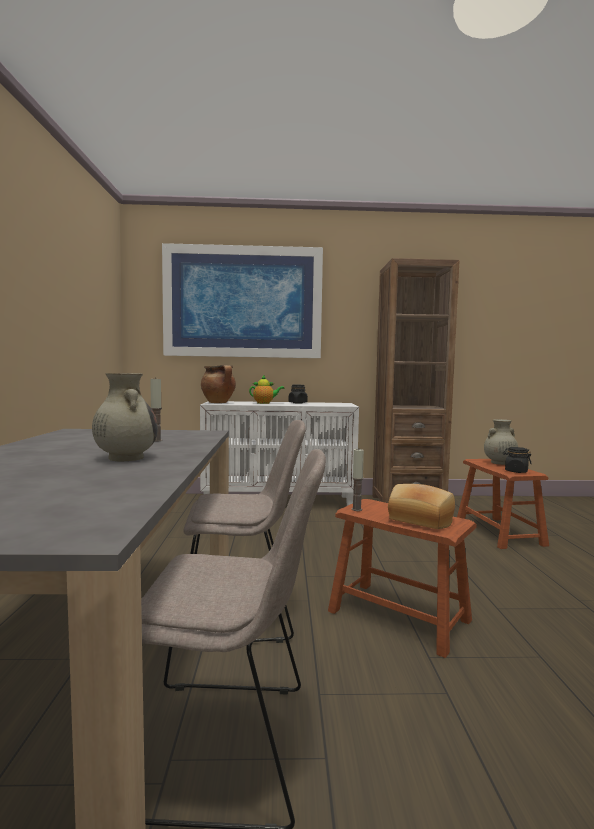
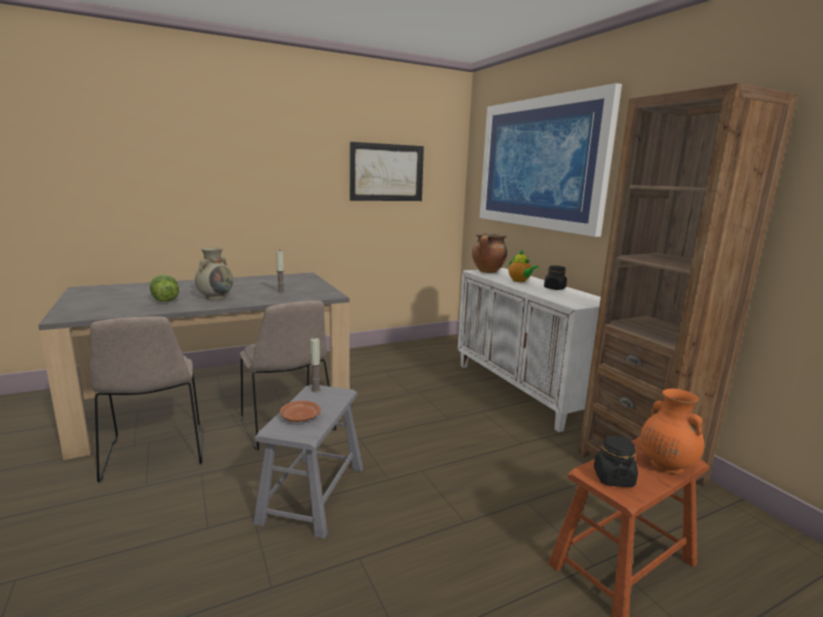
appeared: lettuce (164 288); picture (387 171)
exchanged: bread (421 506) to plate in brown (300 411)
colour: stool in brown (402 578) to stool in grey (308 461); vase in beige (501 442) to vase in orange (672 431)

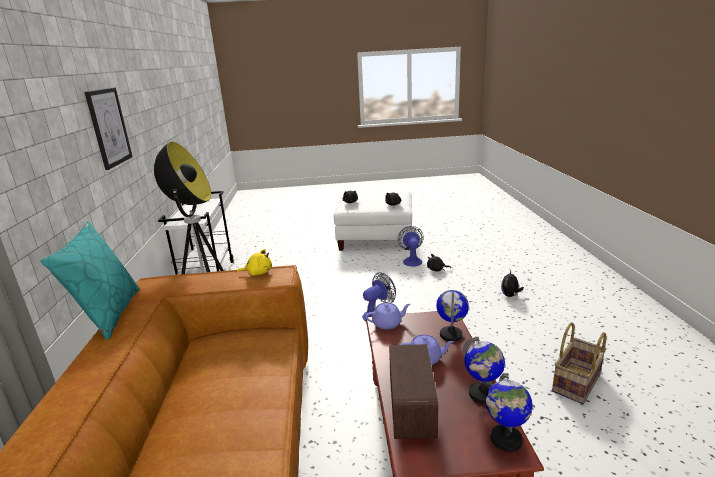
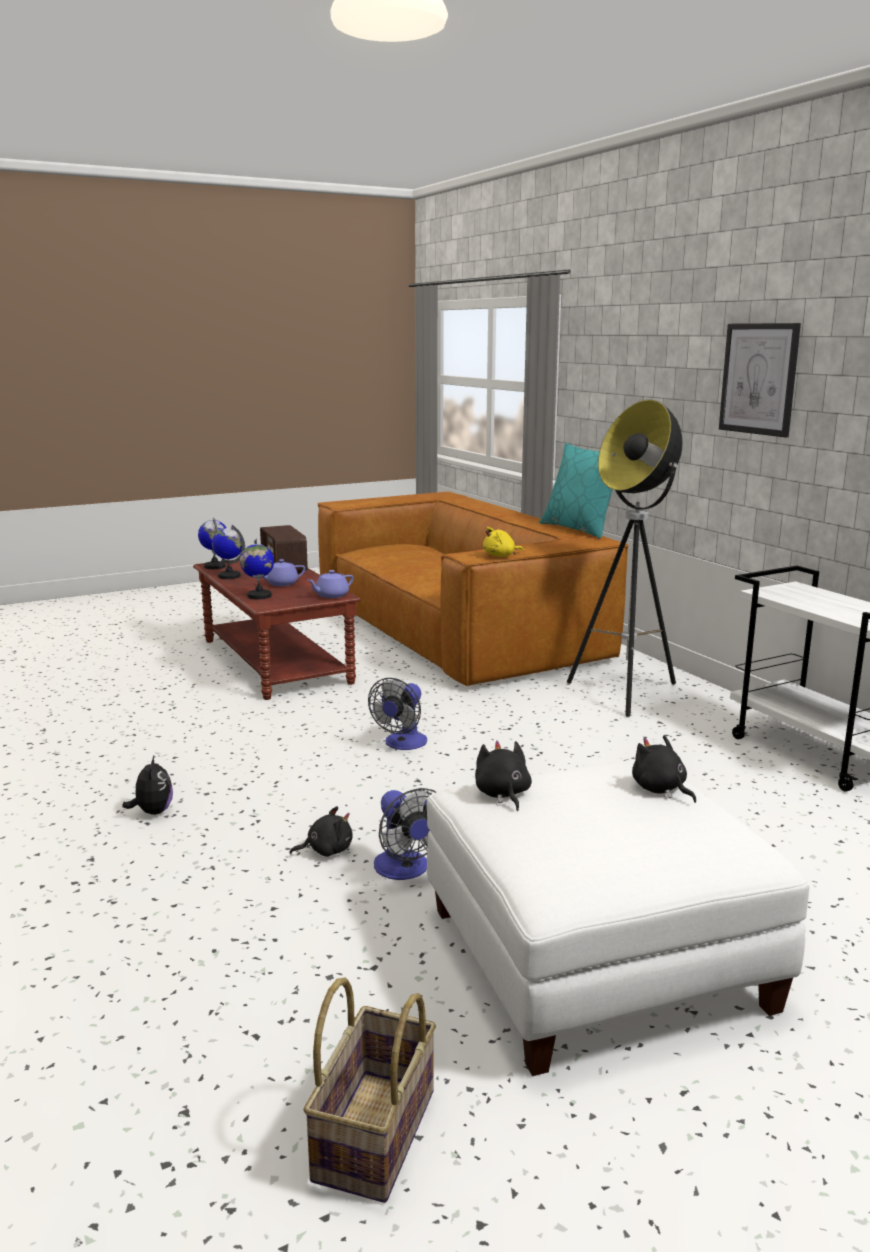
relocated: basket (579 363) to (369 1090)

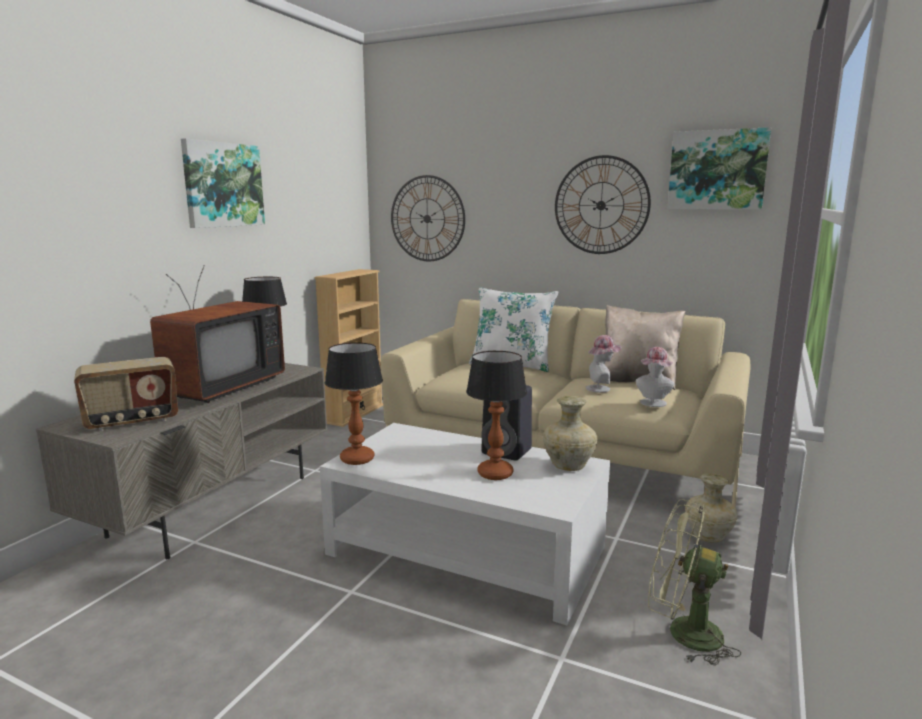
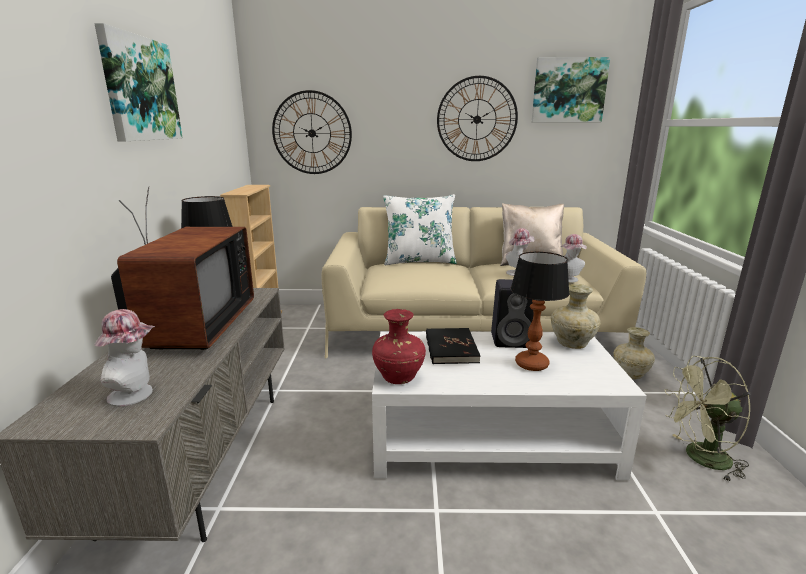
appeared: book in black (453 346)
exchanged: radio (126 394) to hat (124 357); table lamp (354 403) to vase in red (399 346)

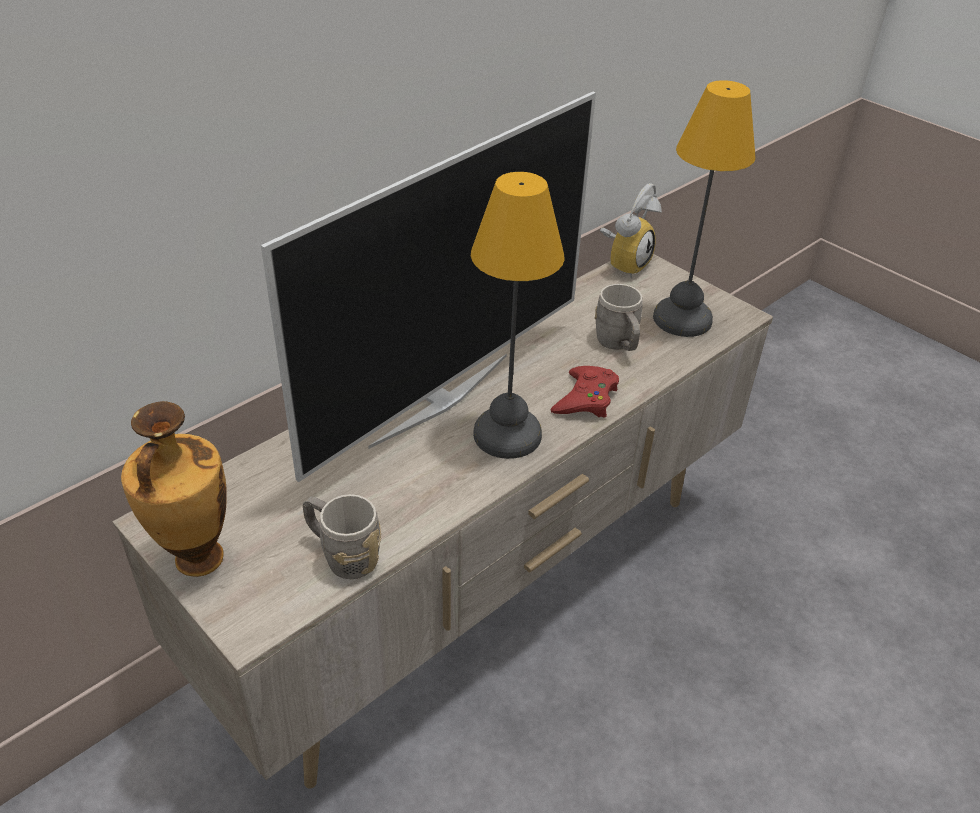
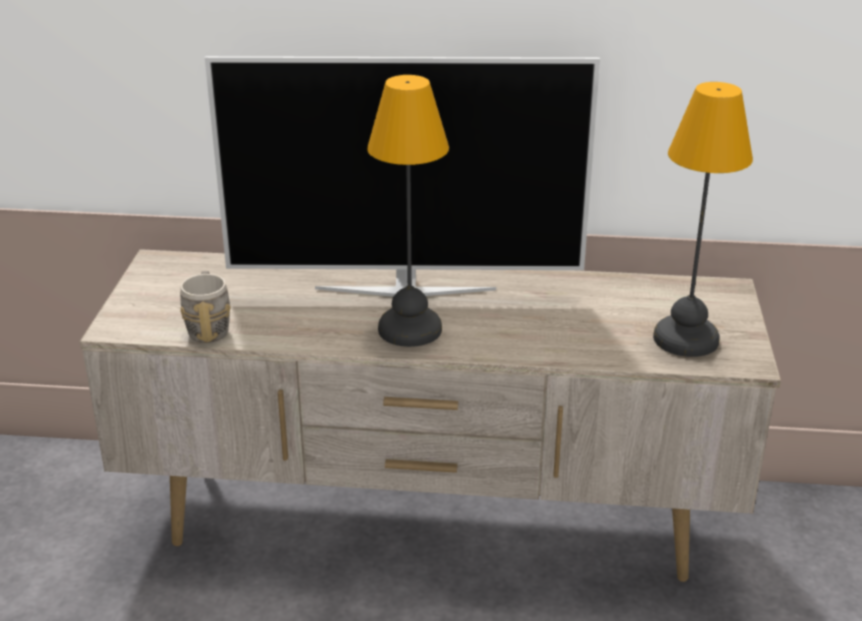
missing: vase (174 489); game controller in red (585 392); mug in grey (618 317); alarm clock (631 230)

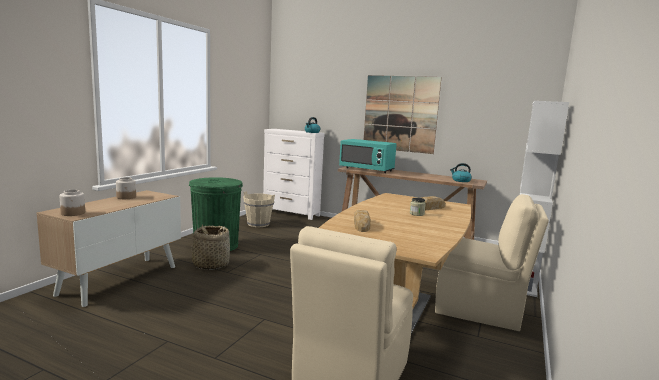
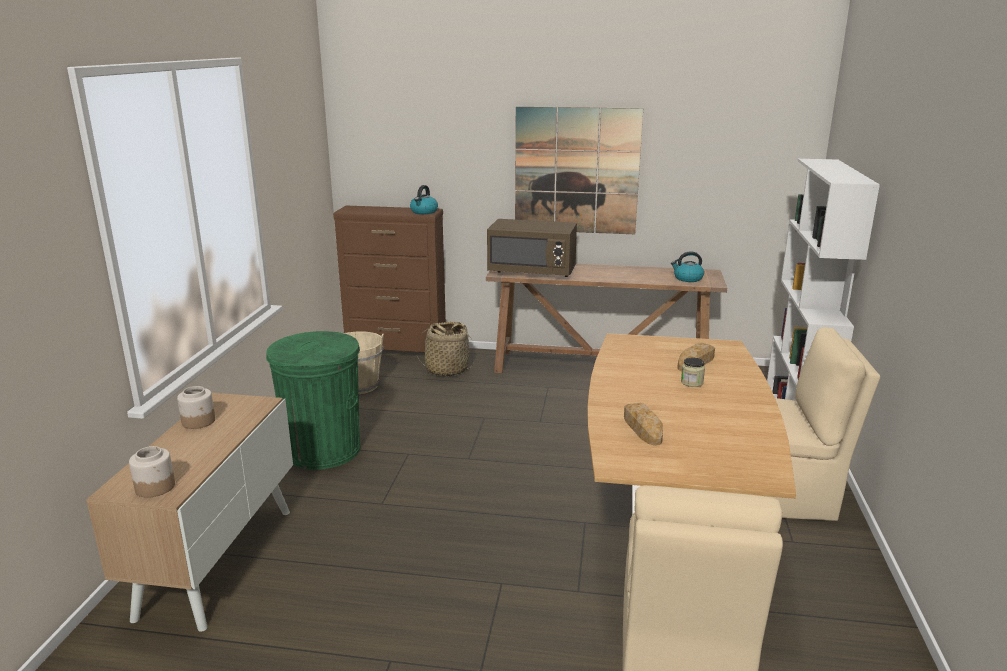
relocated: basket (210 247) to (444 349)
colour: dresser in white (294 174) to dresser in brown (389 279); microwave in turquoise (368 156) to microwave in brown (532 248)

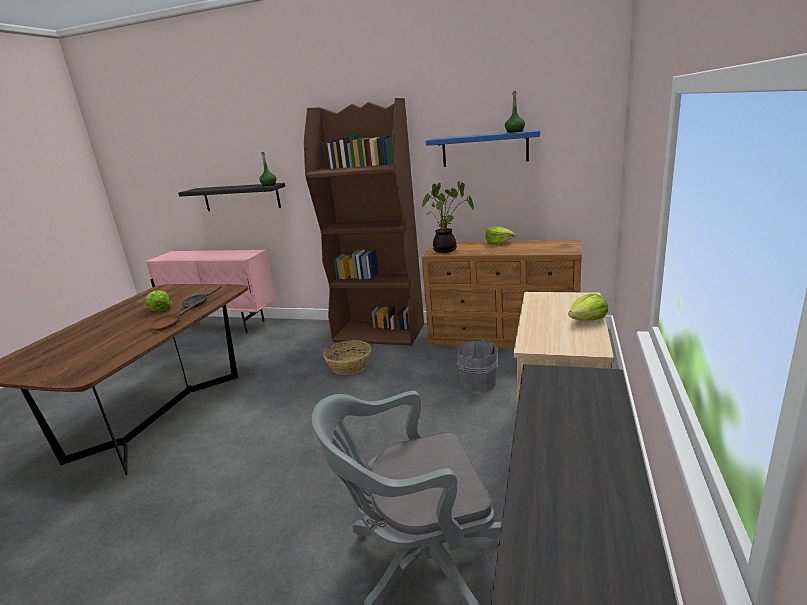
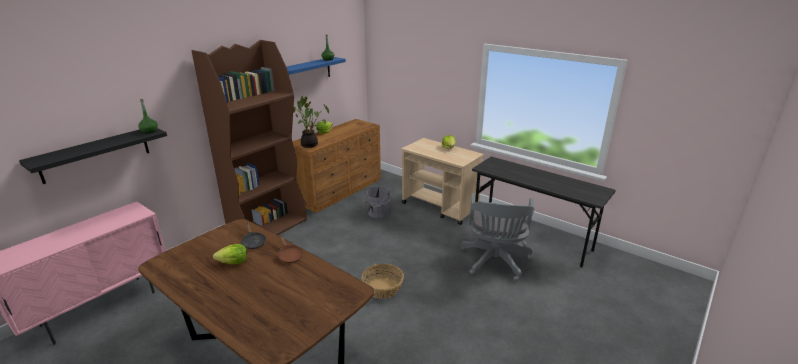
relocated: basket (347 357) to (382 281)

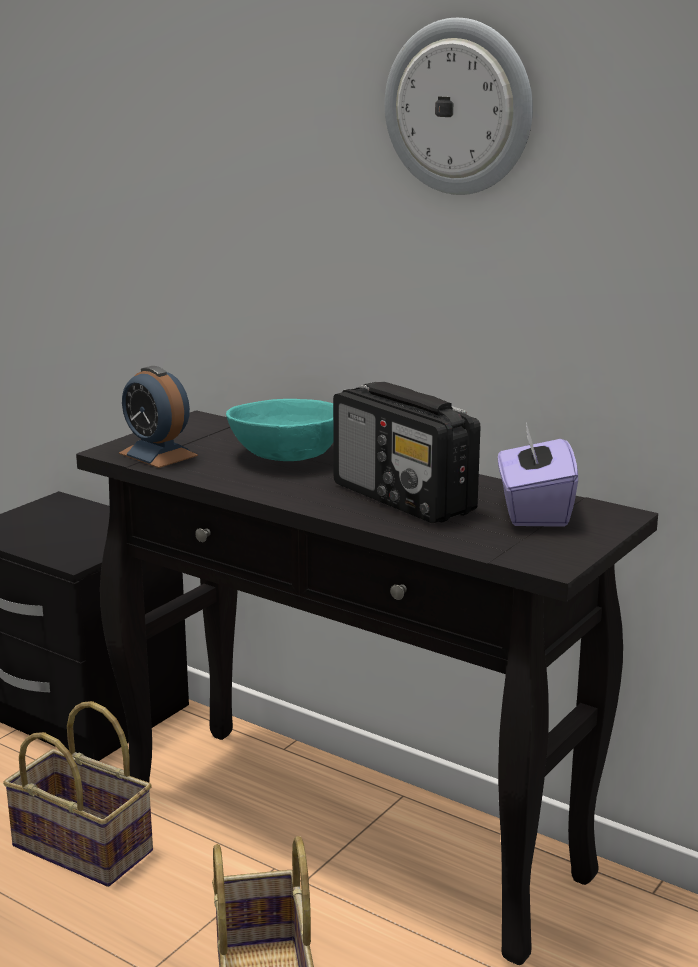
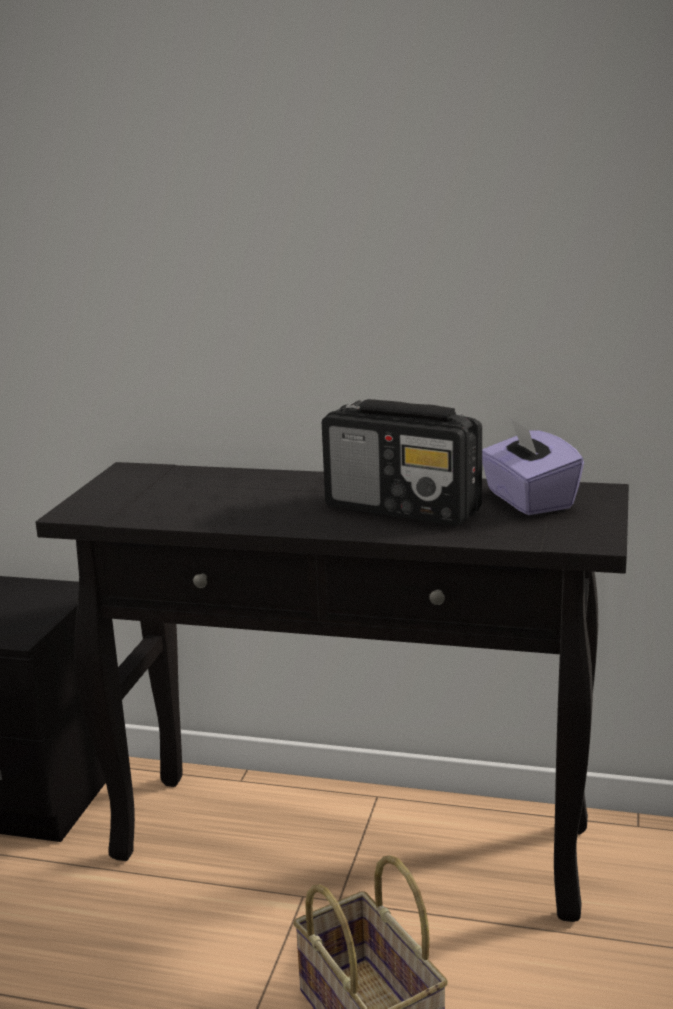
missing: basket (78 794); alarm clock (158 417); bowl in turquoise (279 430); wall clock (459 106)

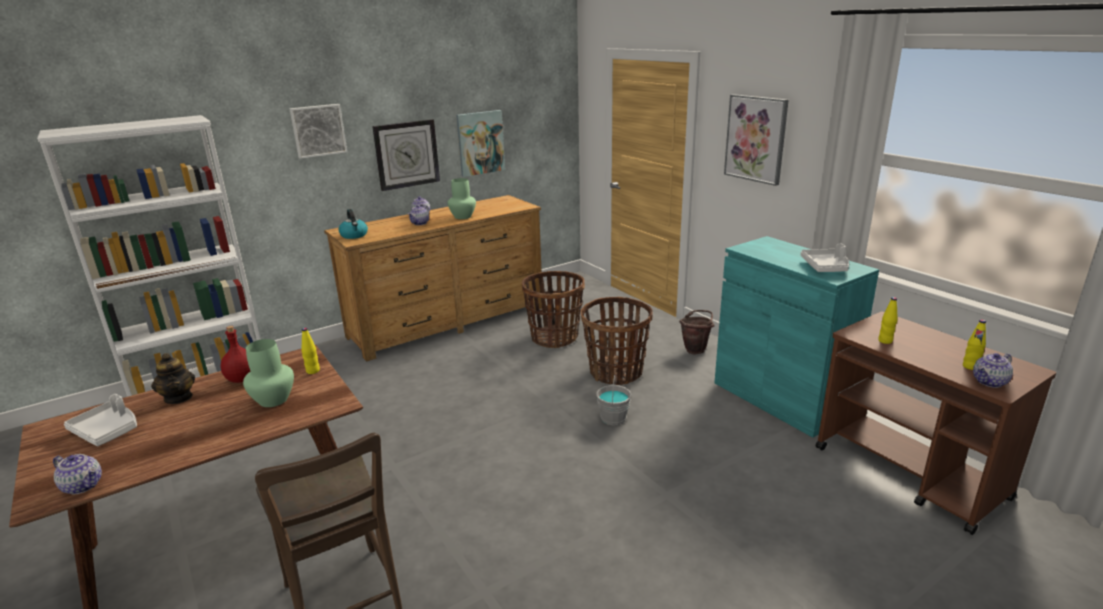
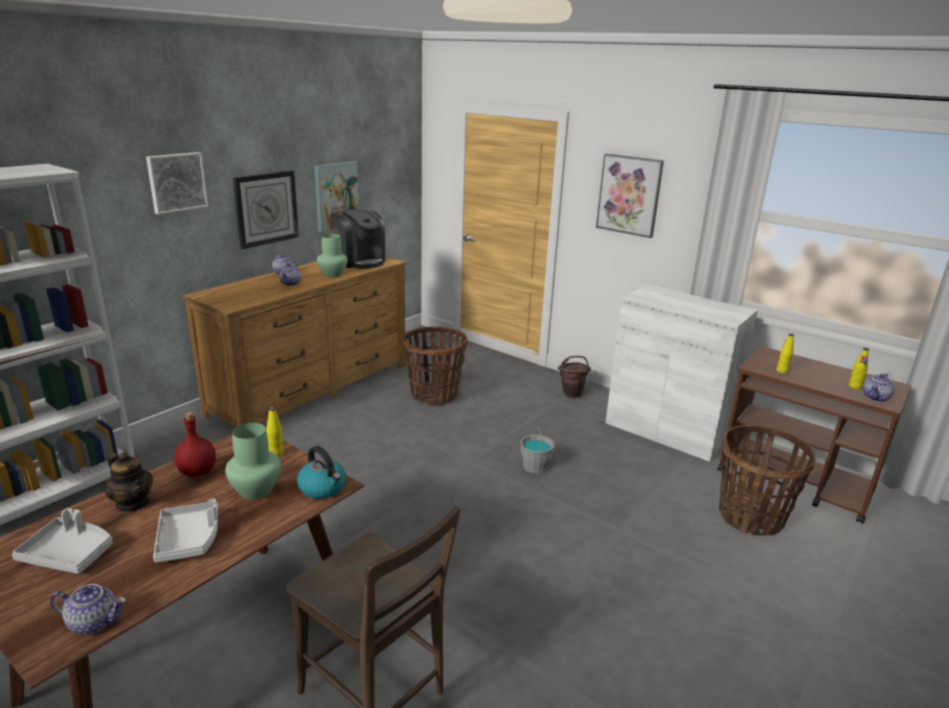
appeared: coffee machine (357 239)
relocated: kettle (353 224) to (321 472); basket (617 341) to (767 480); tray in white (825 258) to (185 531)
colour: cabinet in turquoise (796 337) to cabinet in white (681 373)

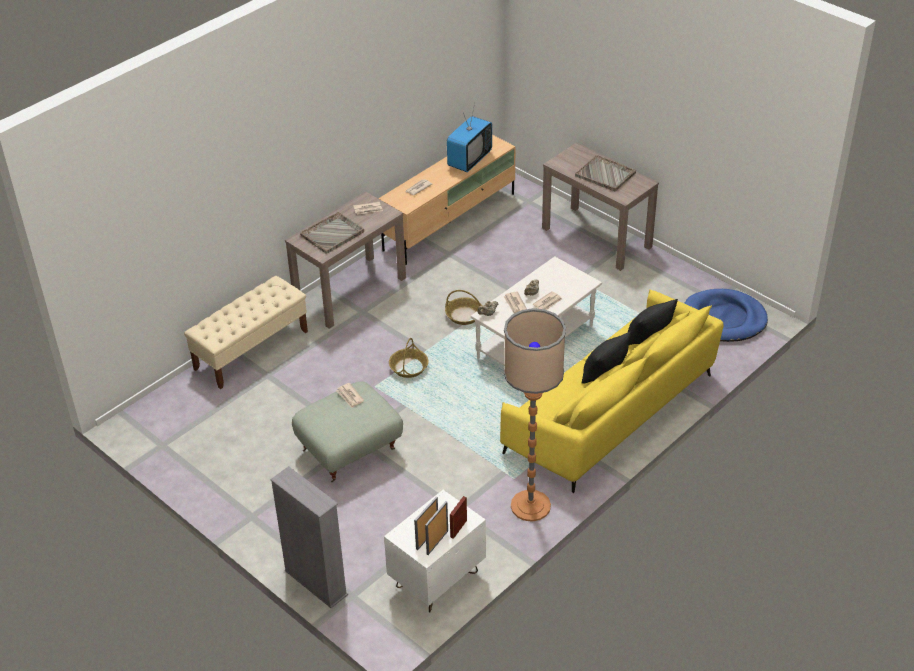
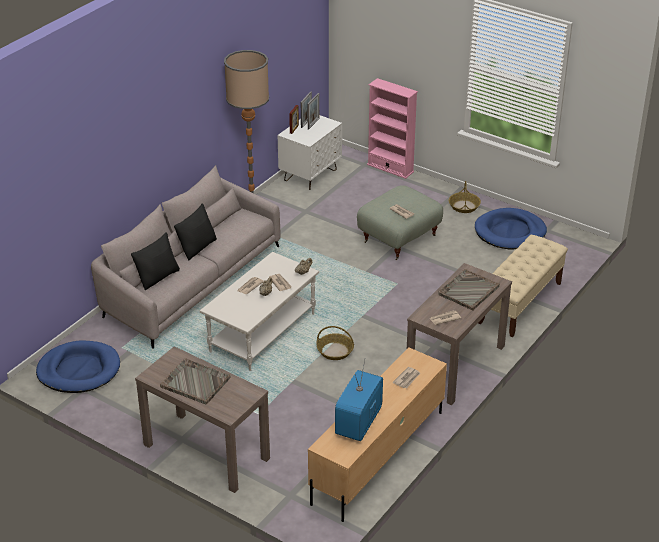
appeared: dog bed in blue (511 228)
relocated: basket (408 358) to (465 197)
colour: bookcase in grey (309 537) to bookcase in pink (392 128); sofa in yellow (611 391) to sofa in grey (186 257)

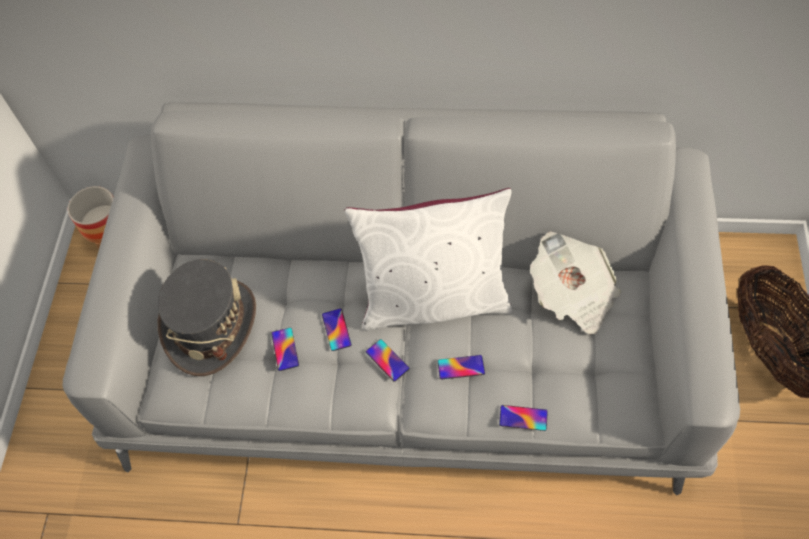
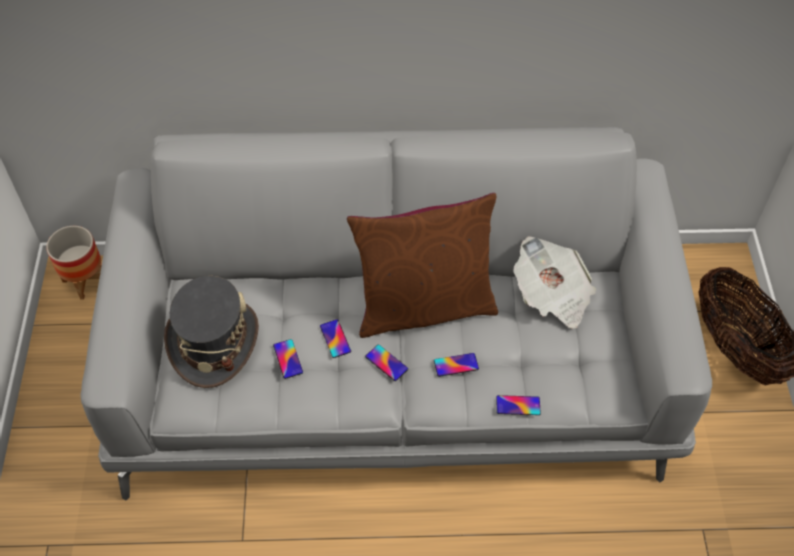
colour: pillow in white (428 259) to pillow in brown (422 265)

